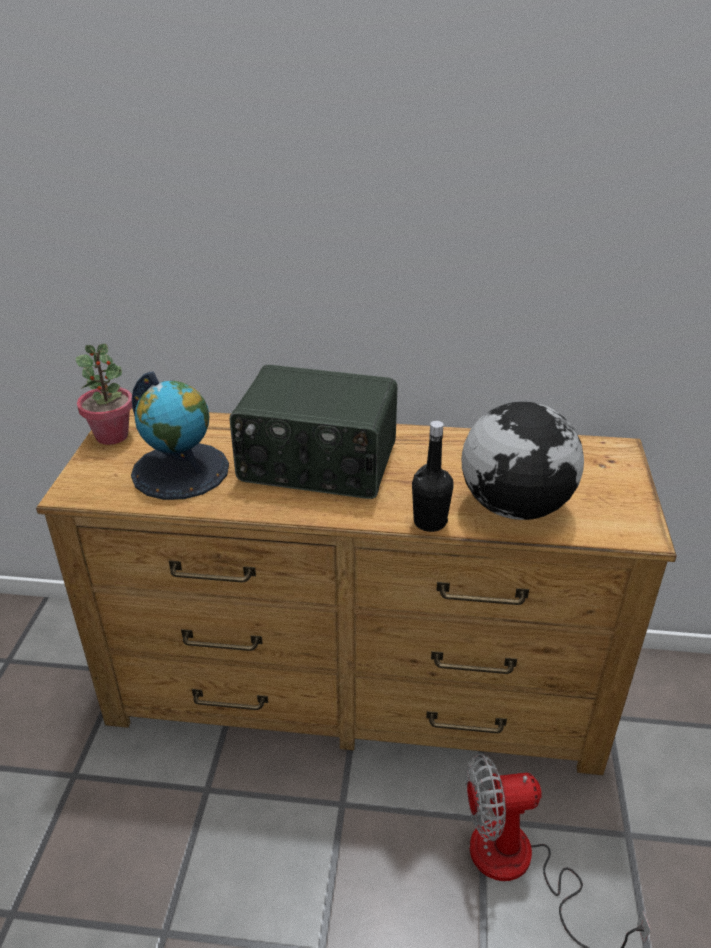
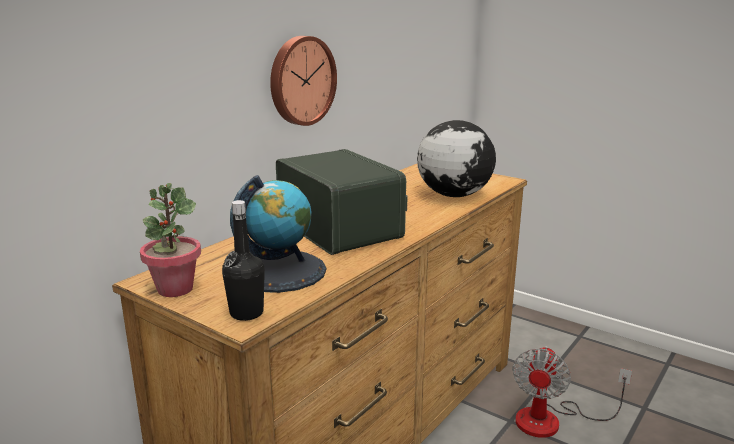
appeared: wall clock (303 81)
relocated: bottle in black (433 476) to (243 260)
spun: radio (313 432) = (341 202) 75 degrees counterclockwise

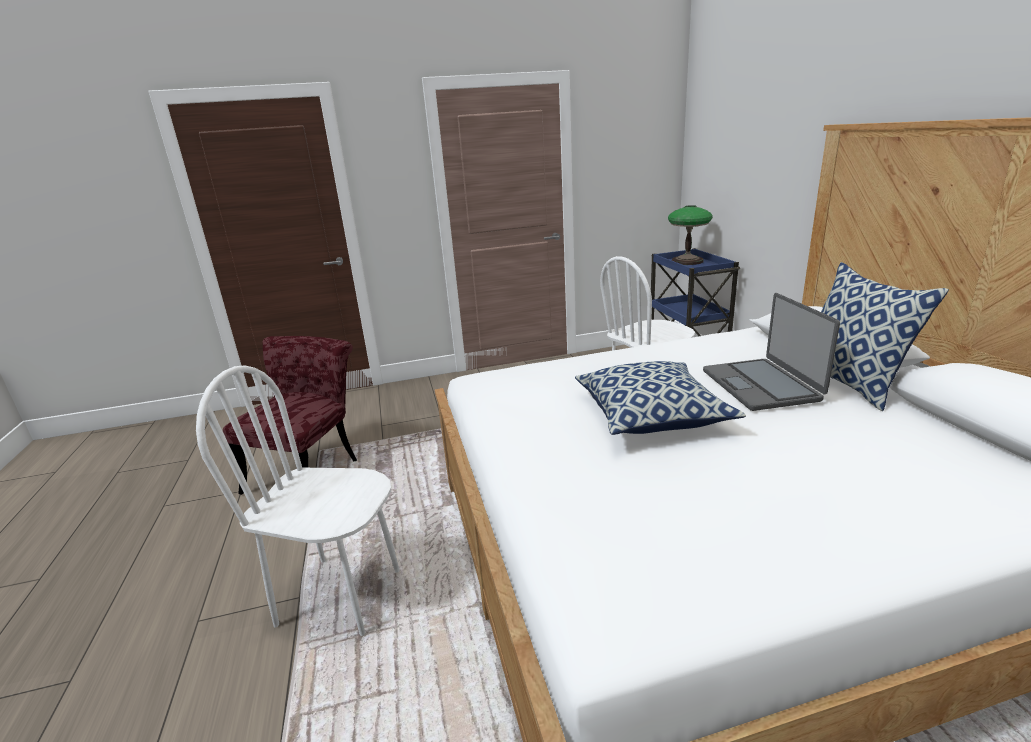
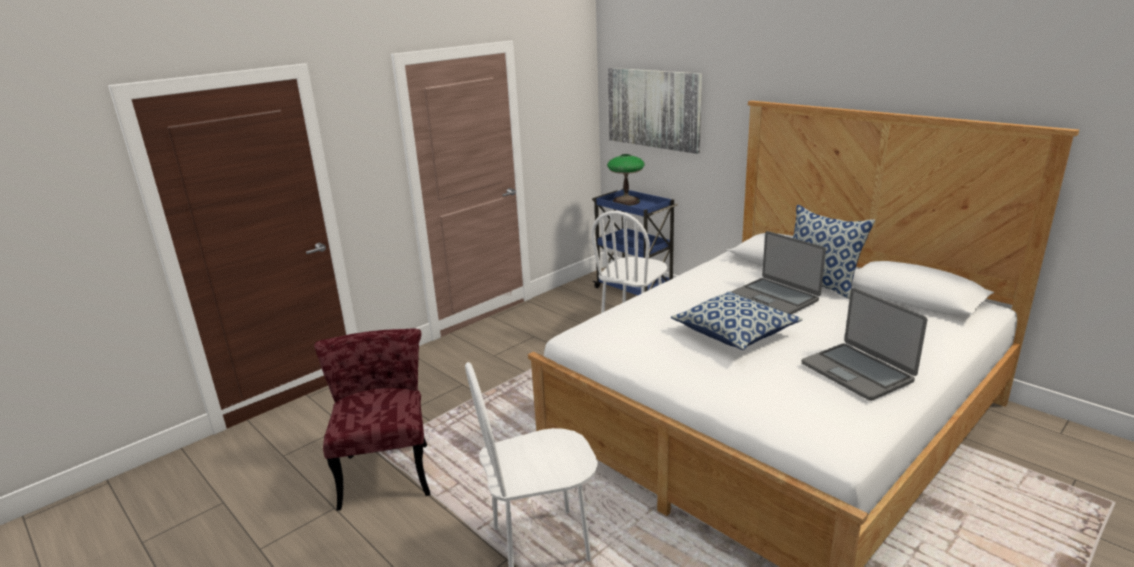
appeared: picture (655 111); laptop (864 344)

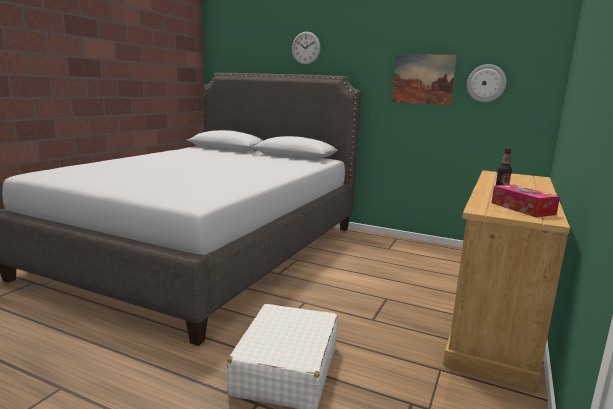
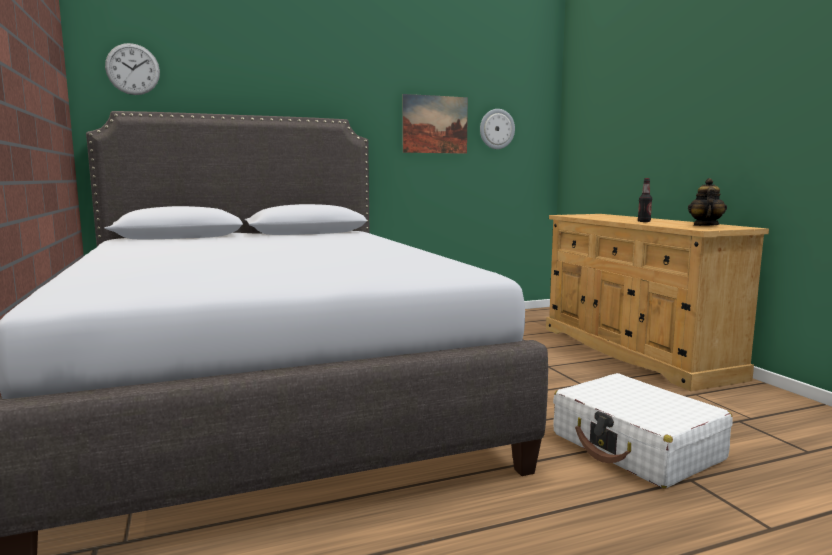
relocated: wall clock (306 48) to (132 69)
exchanged: tissue box (526 201) to teapot (707 202)

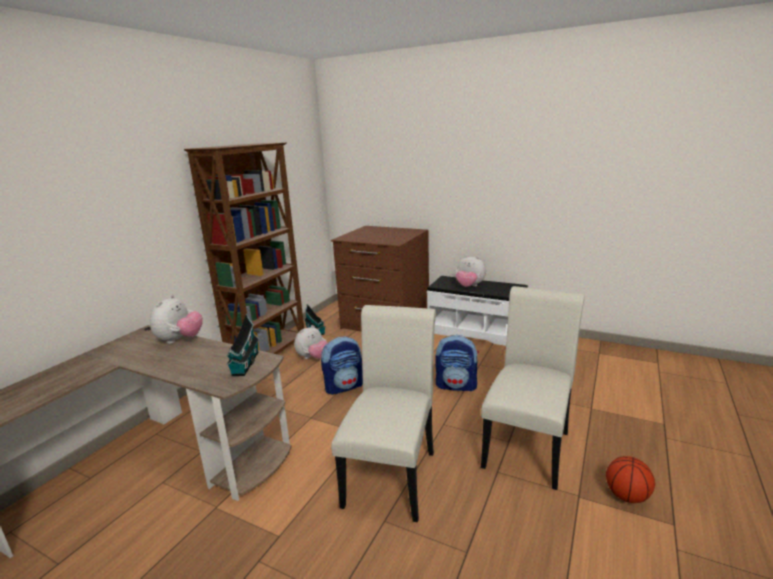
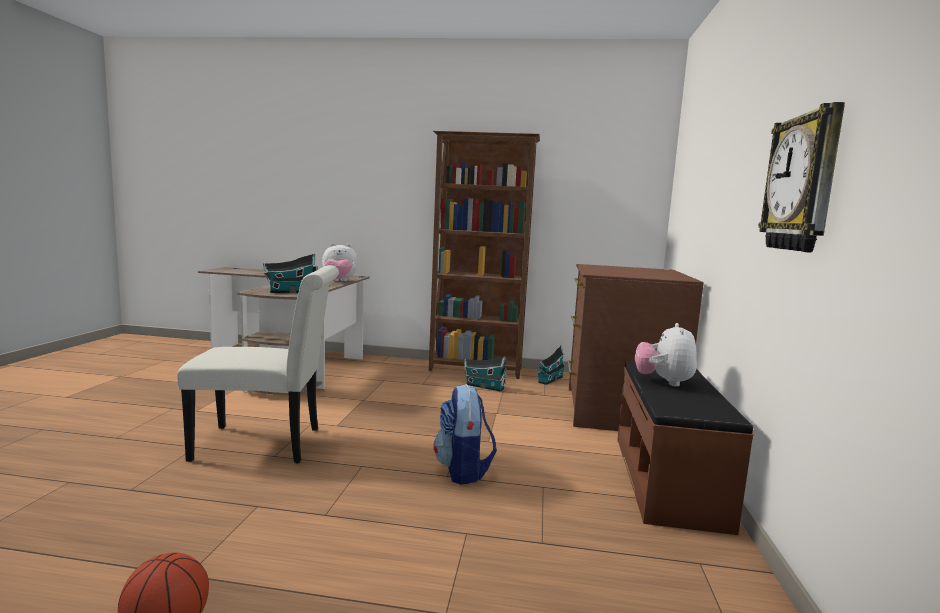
missing: backpack (342 365); chair in white (532 388)
appeared: wall clock (801 177)
exchanged: plush toy (311 342) to toy house (485 374)
colour: bench in white (477 311) to bench in brown (685 448)

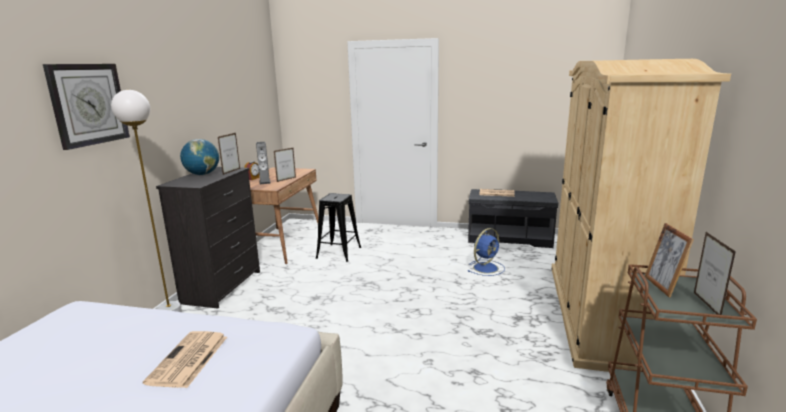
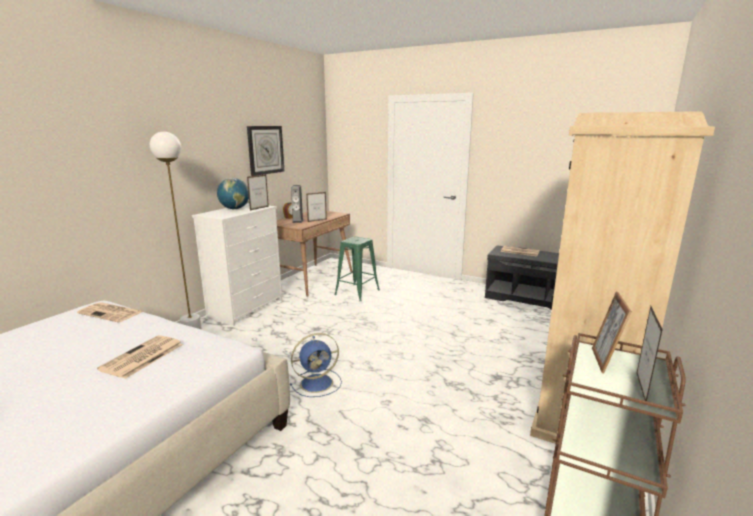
appeared: newspaper (110 312)
relocated: wall clock (86 107) to (266 151); fan in blue (486 252) to (316 365)
colour: dresser in black (208 238) to dresser in white (237 264); stool in black (338 227) to stool in green (357 268)

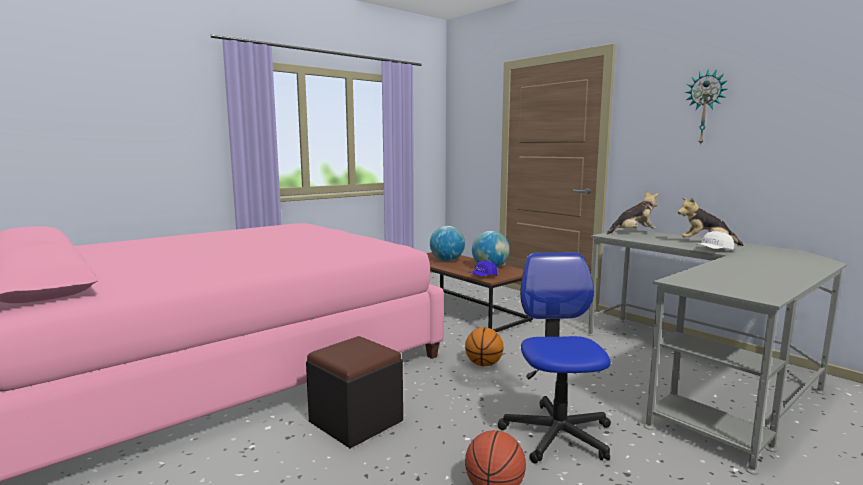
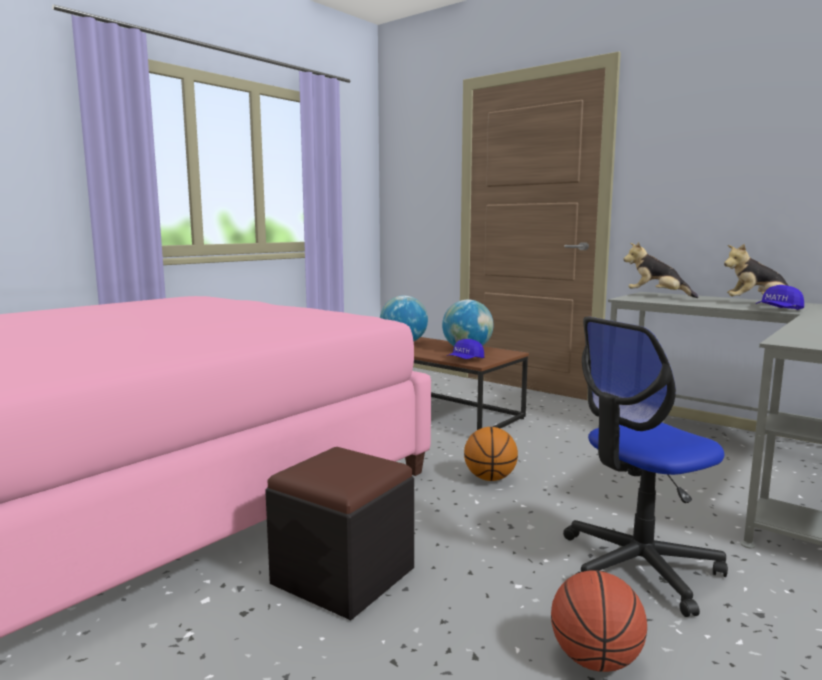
missing: wall clock (706 107)
colour: cap in white (714 241) to cap in blue (780 297)
spun: office chair (554 358) = (645 467) 105 degrees counterclockwise; plush toy (633 212) = (660 270) 135 degrees counterclockwise

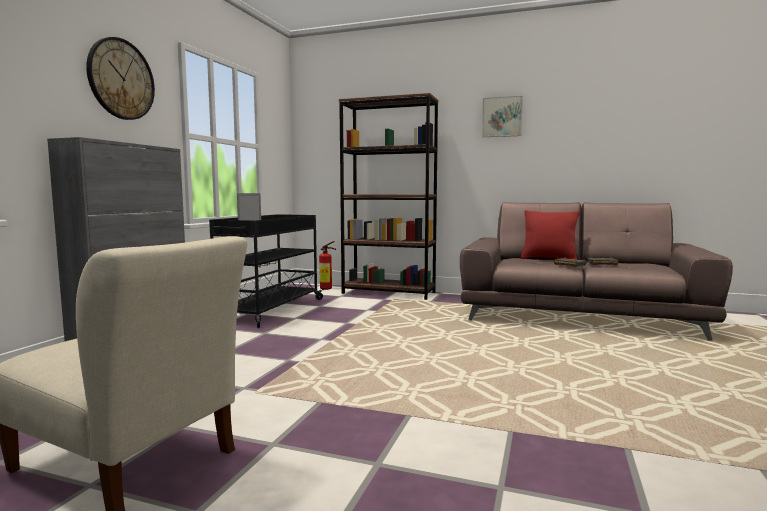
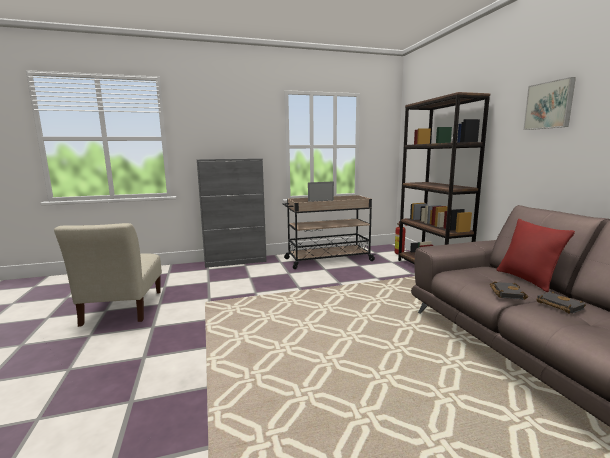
missing: wall clock (120 78)
colour: cart in black (266 271) to cart in beige (329 232)

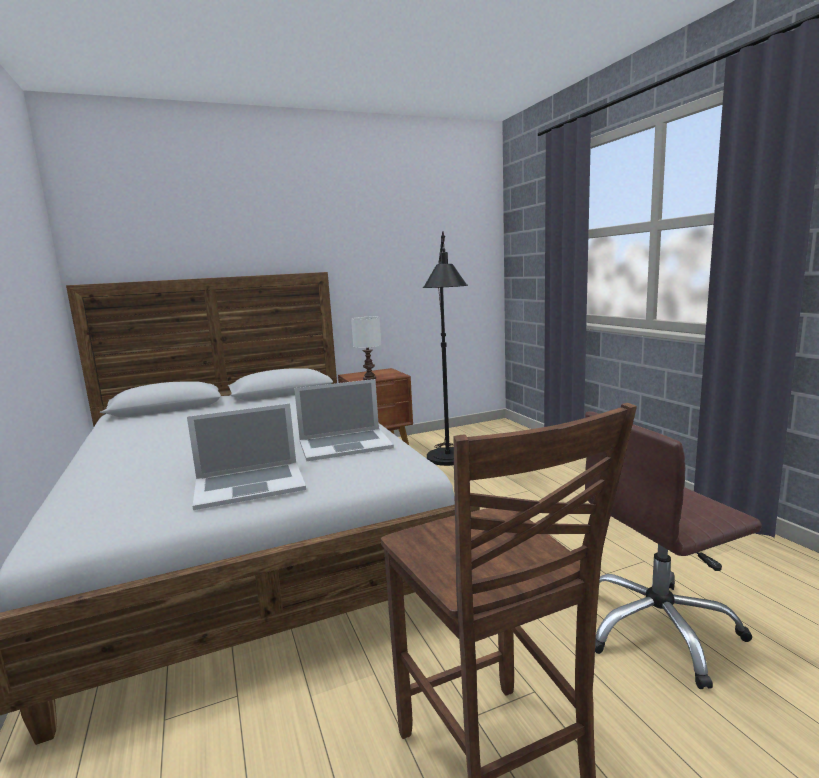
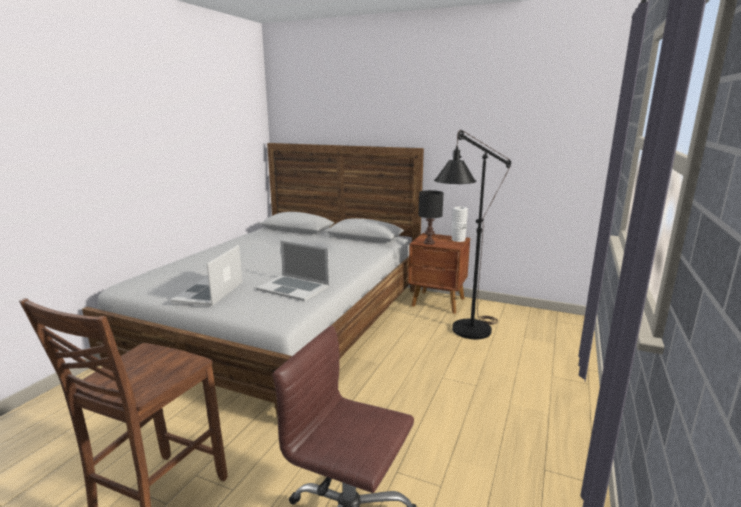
appeared: vase in white (460 224)
colour: table lamp in white (366 348) to table lamp in black (431 217)
spun: laptop (246 456) = (206 275) 75 degrees clockwise

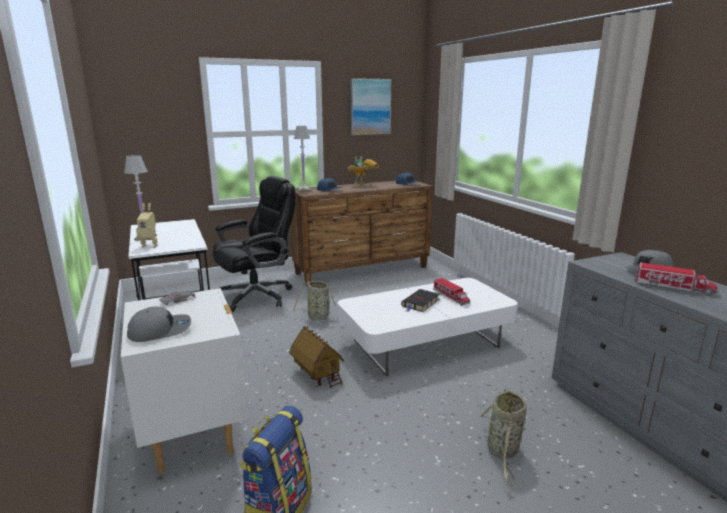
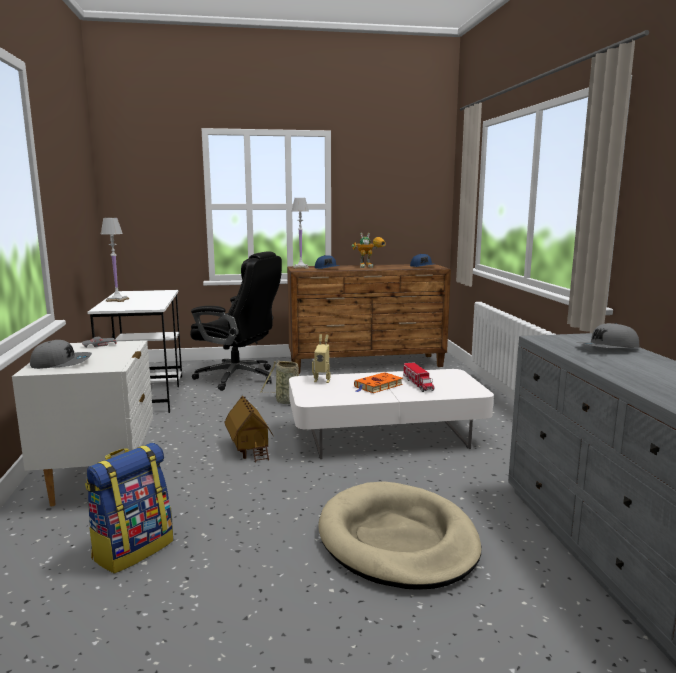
missing: picture (371 106); toy truck (675 278)
relocated: toy robot (147 225) to (321 358)
exchanged: basket (503 436) to dog bed in beige (400 535)
colour: book in black (420 300) to book in orange (378 382)
spun: office chair in black (254 244) = (236 321) 45 degrees clockwise

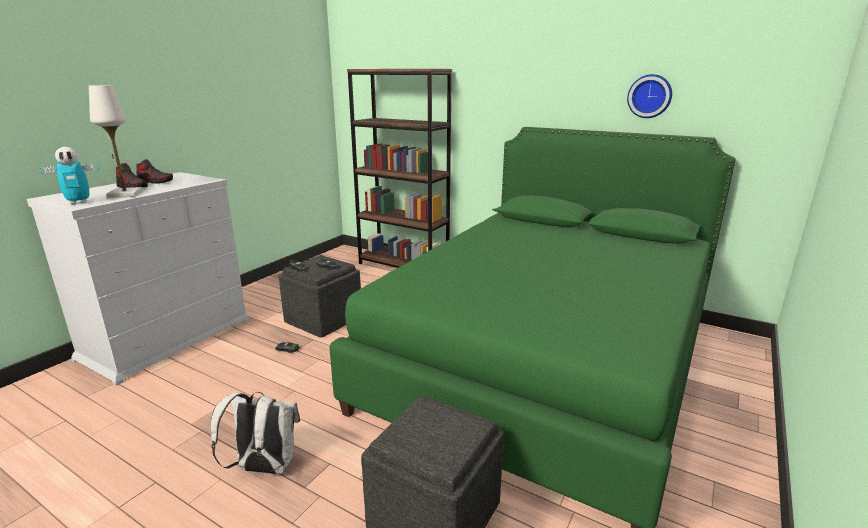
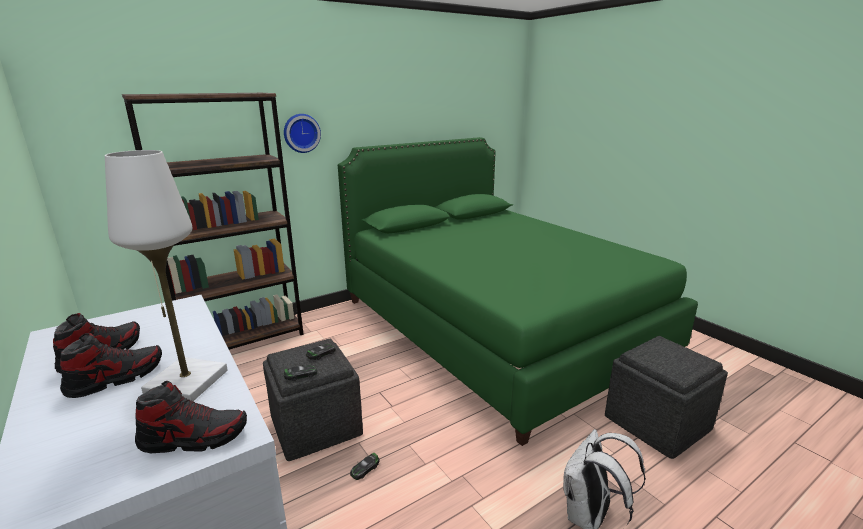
relocated: wall clock (649 96) to (302 133)
exchanged: toy robot (69 176) to shoe (191 417)

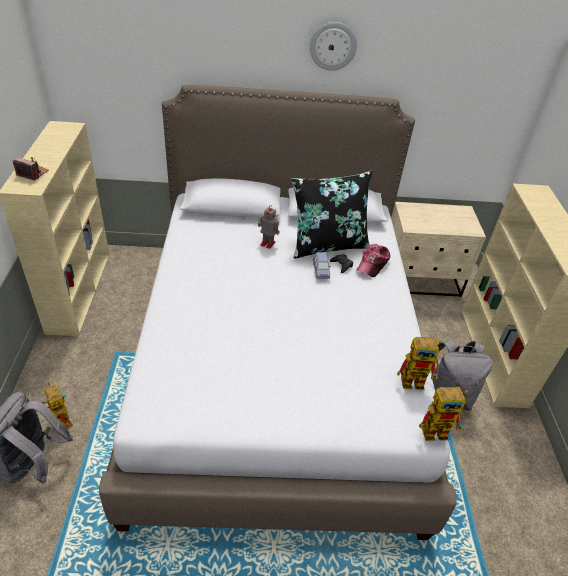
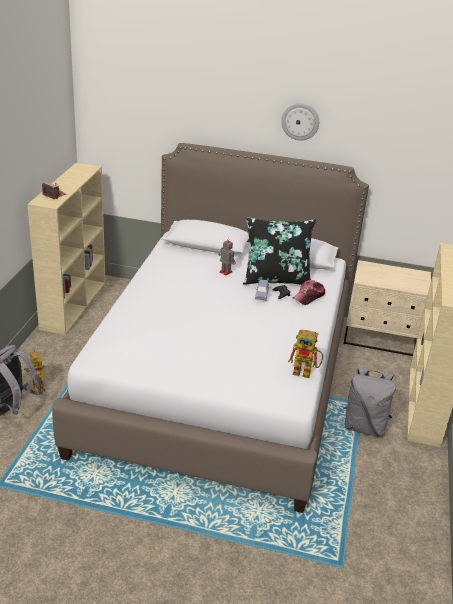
missing: toy robot (443 414)

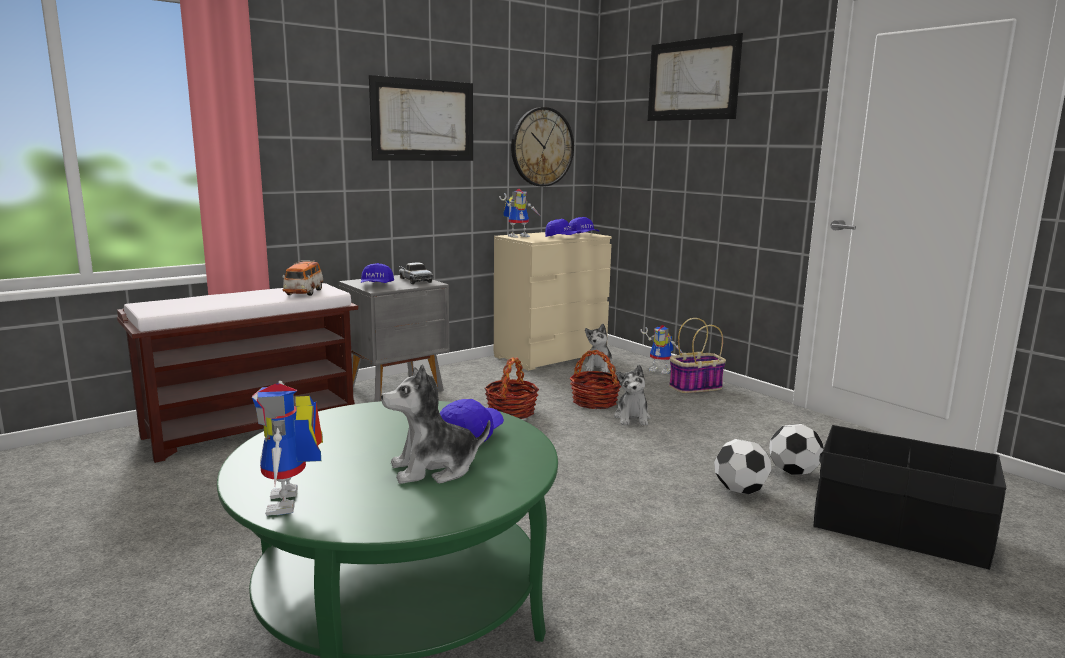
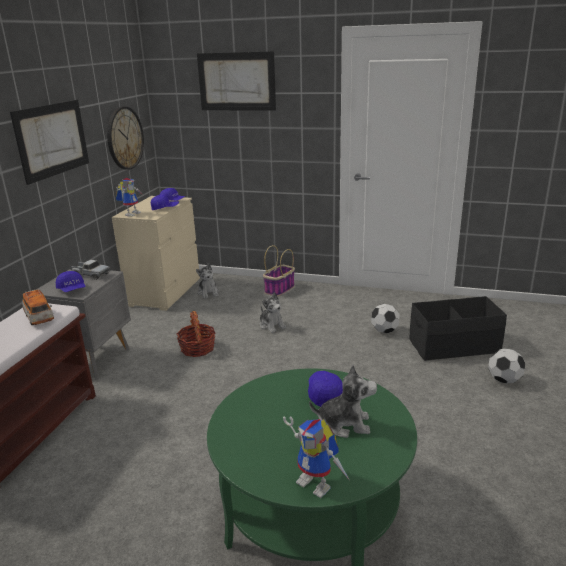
missing: basket (595 379); toy robot (661 349)
relocated: football (743 466) to (506 366)
spun: plush toy (435 424) = (343 401) 120 degrees counterclockwise

